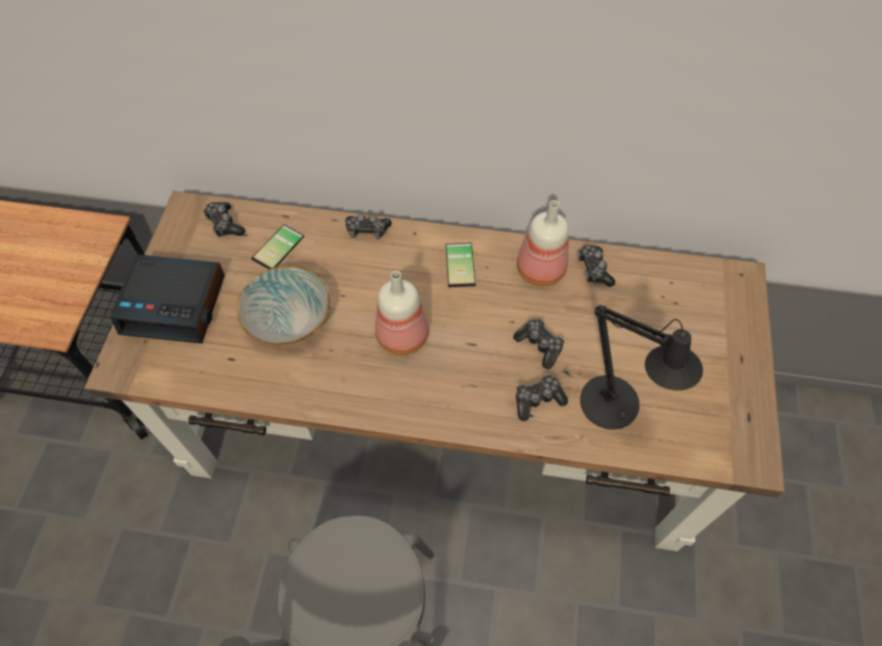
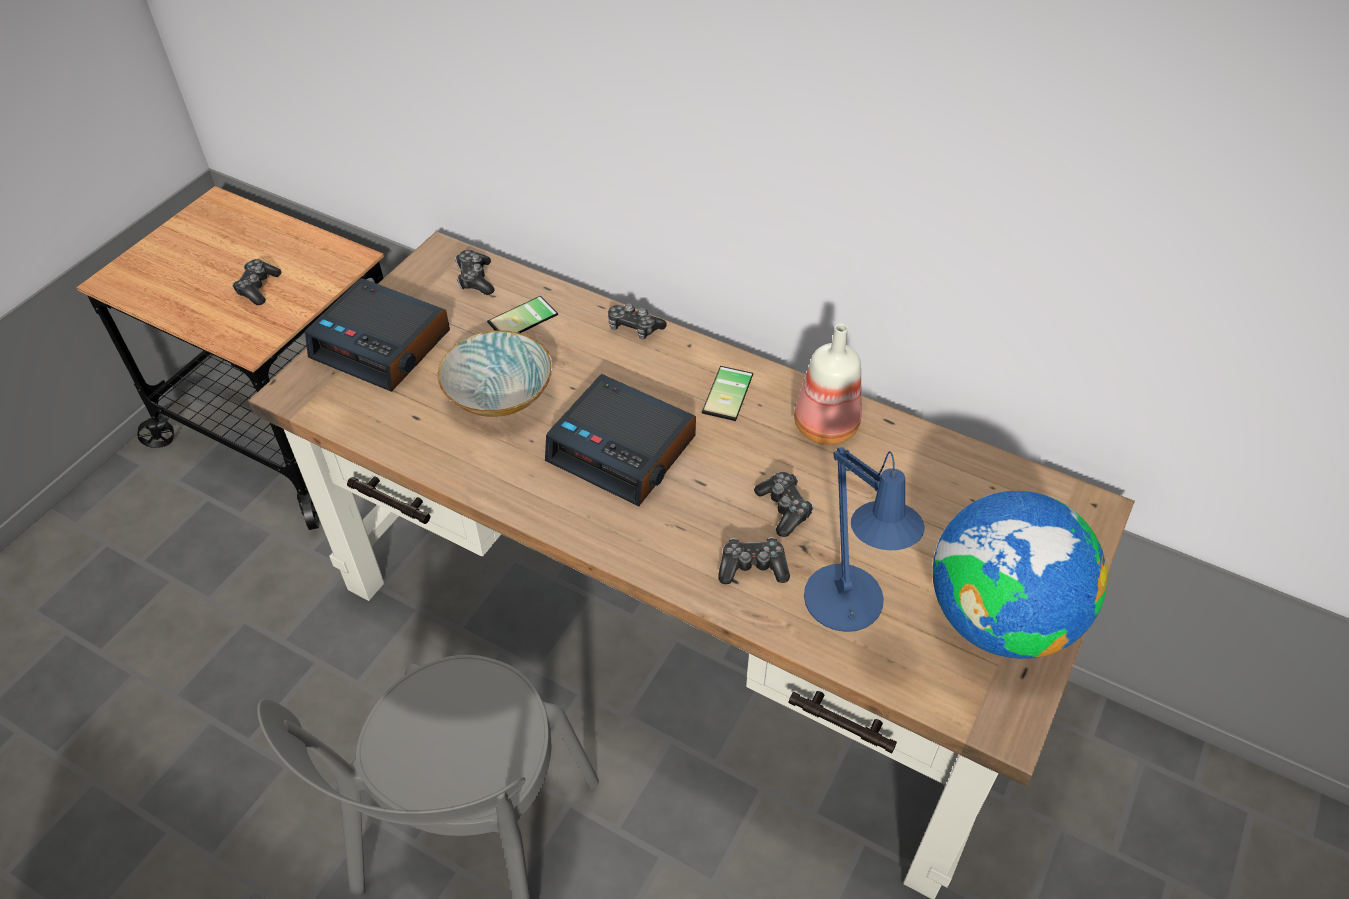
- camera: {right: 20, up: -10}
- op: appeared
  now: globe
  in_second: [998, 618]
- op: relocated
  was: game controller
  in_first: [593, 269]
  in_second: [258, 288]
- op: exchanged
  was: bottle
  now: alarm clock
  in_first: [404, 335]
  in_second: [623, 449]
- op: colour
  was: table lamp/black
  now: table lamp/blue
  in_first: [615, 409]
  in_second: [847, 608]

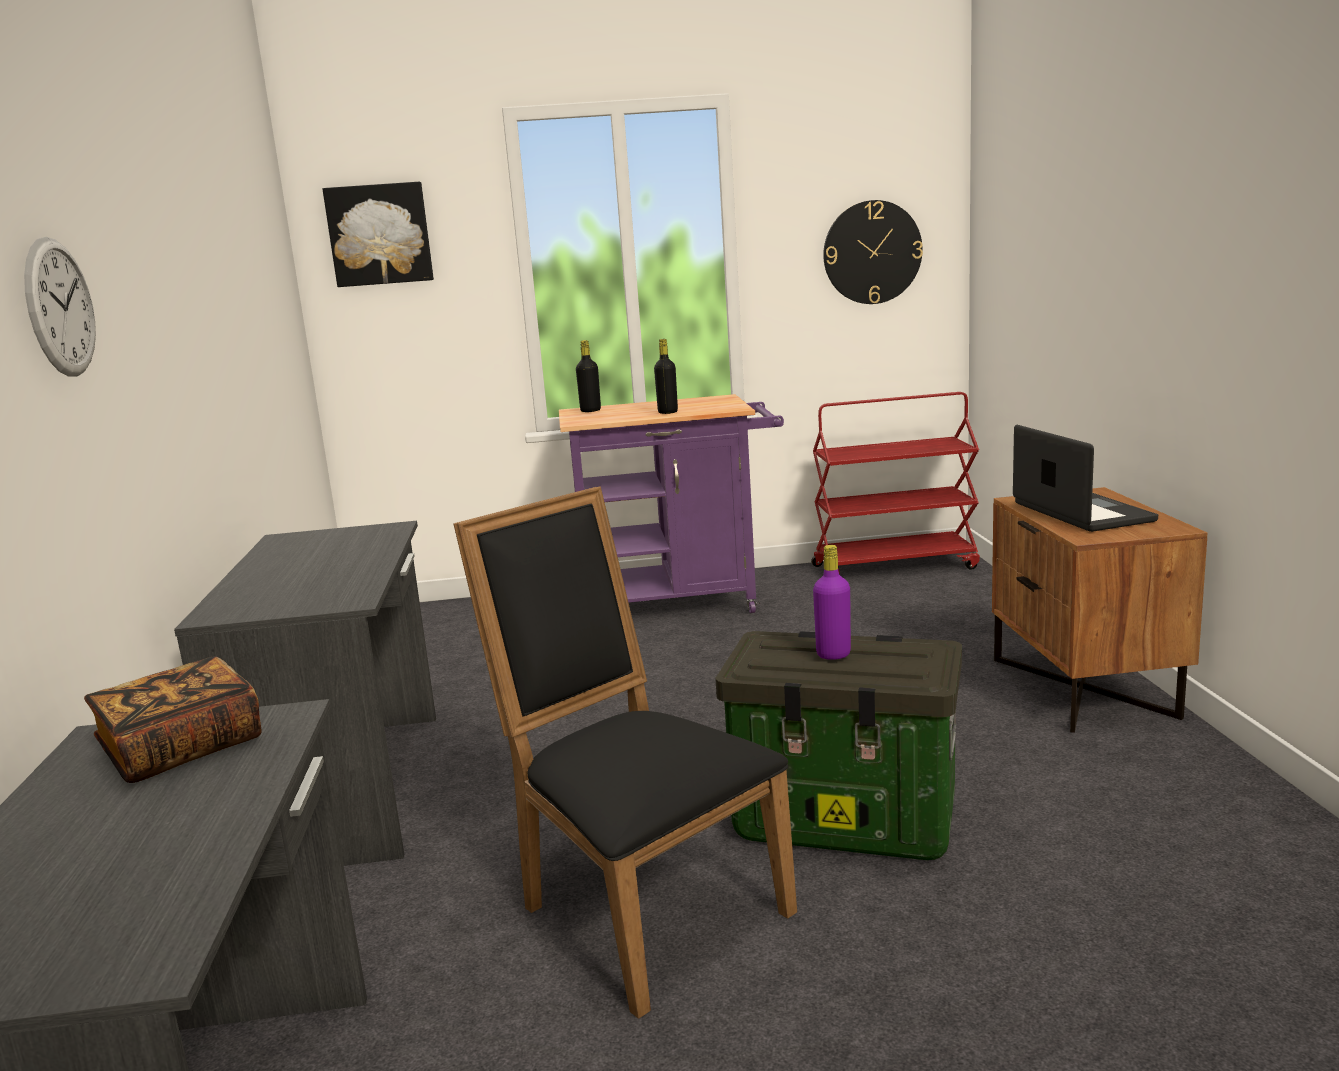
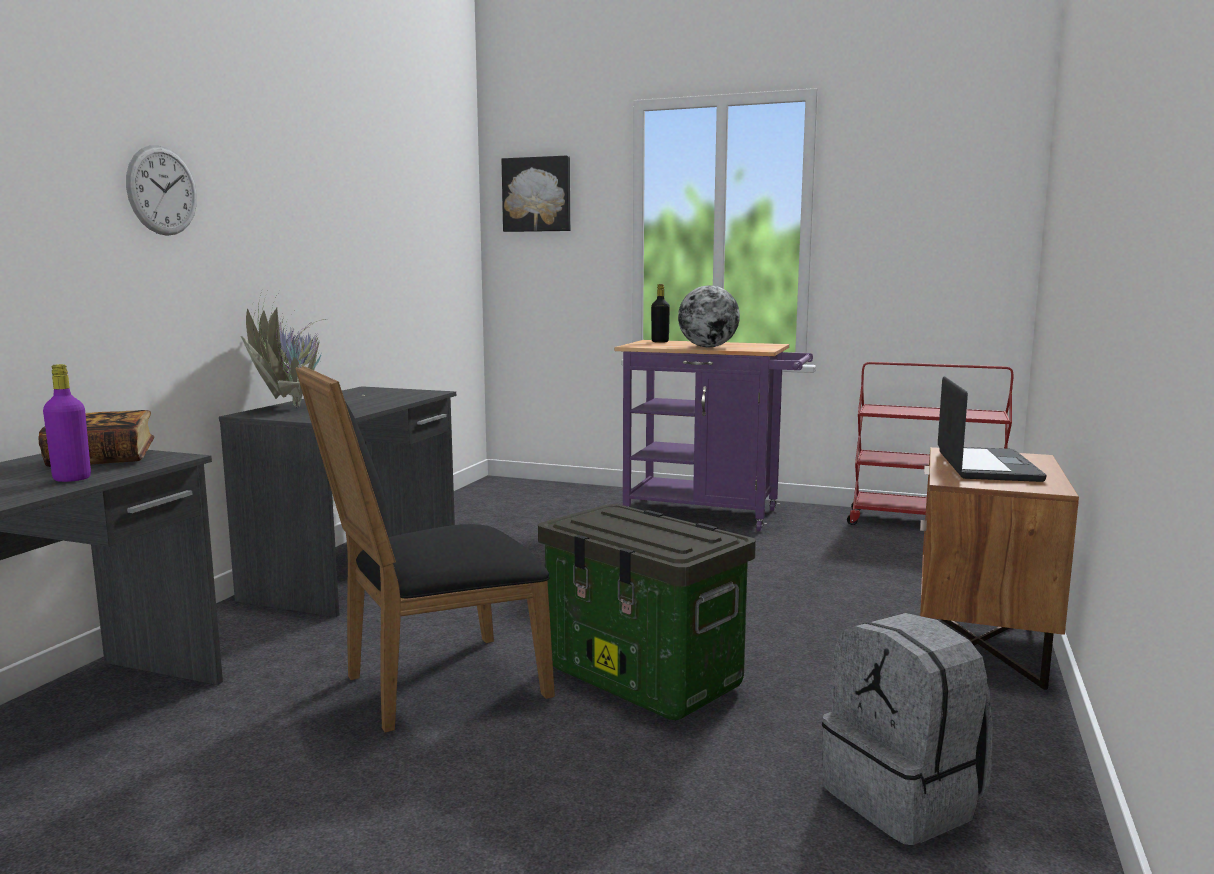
- camera: {right: 25, up: -5}
- op: missing
  was: wall clock
  in_first: [872, 252]
- op: appeared
  now: potted plant
  in_second: [290, 407]
- op: appeared
  now: backpack/grey
  in_second: [904, 799]
- op: relocated
  was: bottle/purple
  in_first: [833, 654]
  in_second: [72, 479]
- op: exchanged
  was: bottle/black
  now: globe
  in_first: [668, 412]
  in_second: [708, 347]
- op: spun
  was: chair/black
  in_first: [641, 908]
  in_second: [434, 686]
  clockwise: -105

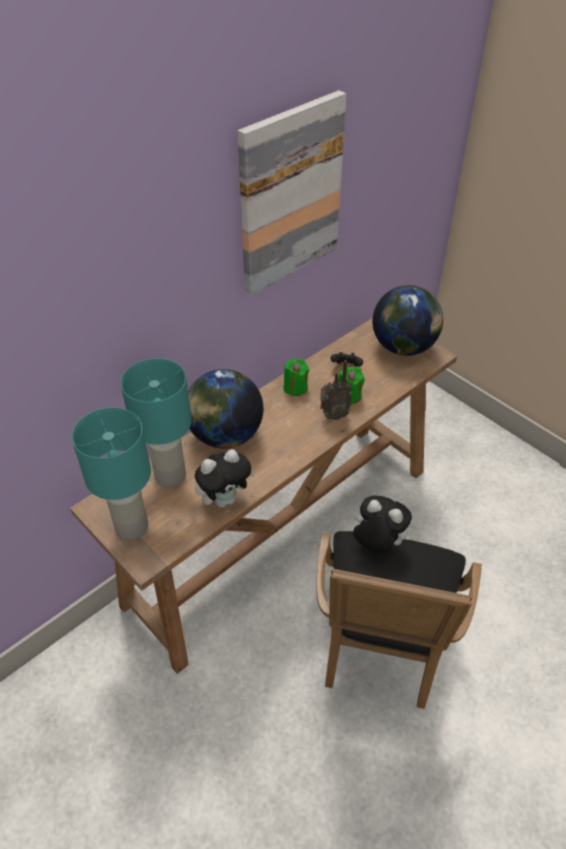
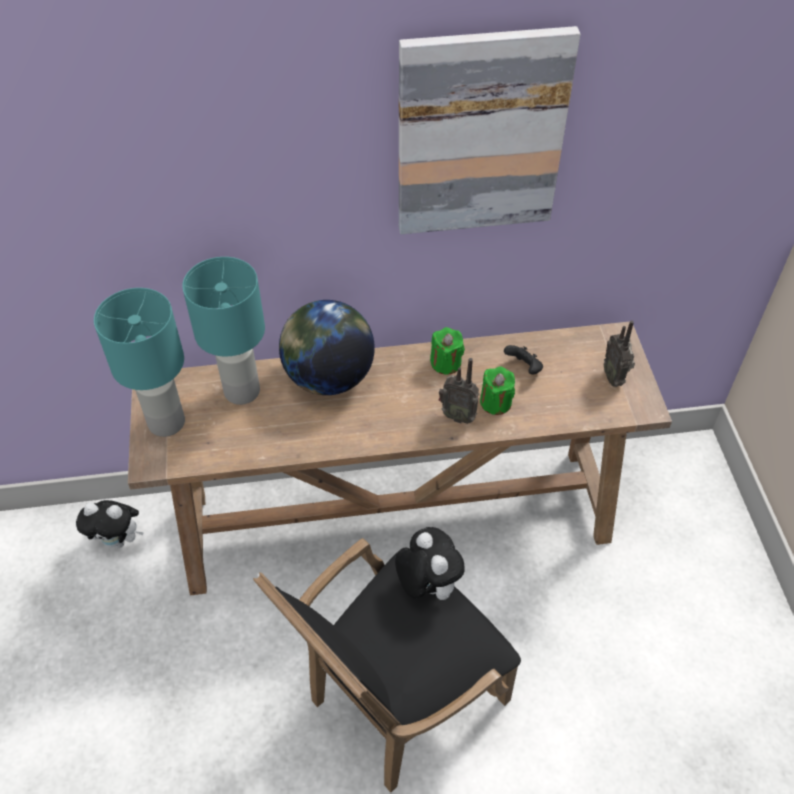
- camera: {right: 35, up: 5}
- op: relocated
  was: plush toy
  in_first: [225, 499]
  in_second: [119, 540]
- op: exchanged
  was: globe
  now: radio
  in_first: [404, 347]
  in_second: [614, 377]

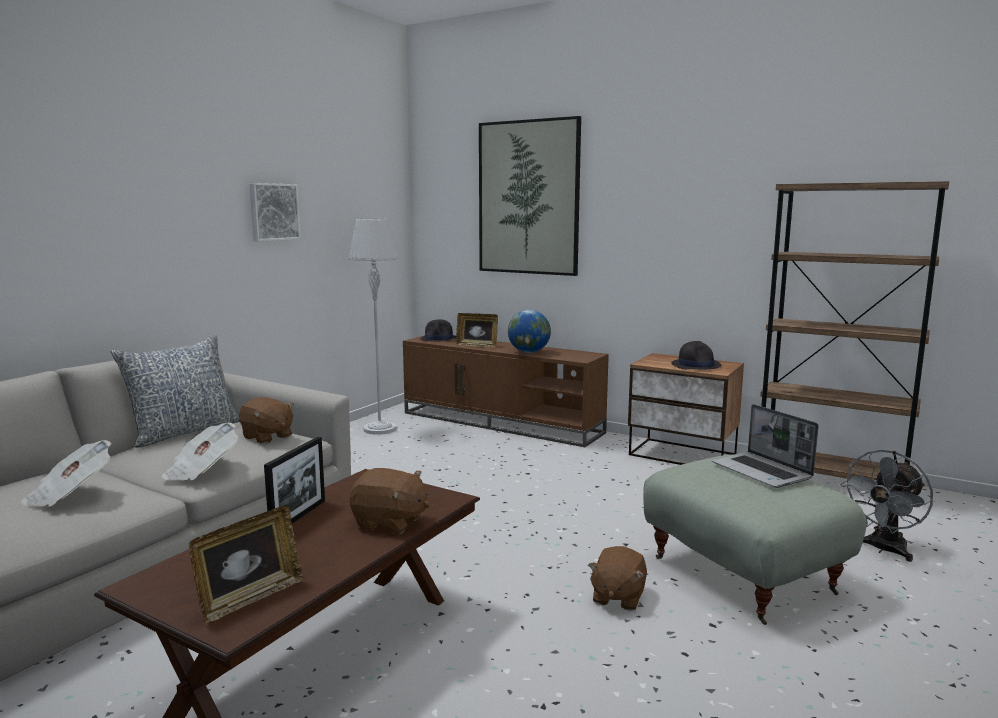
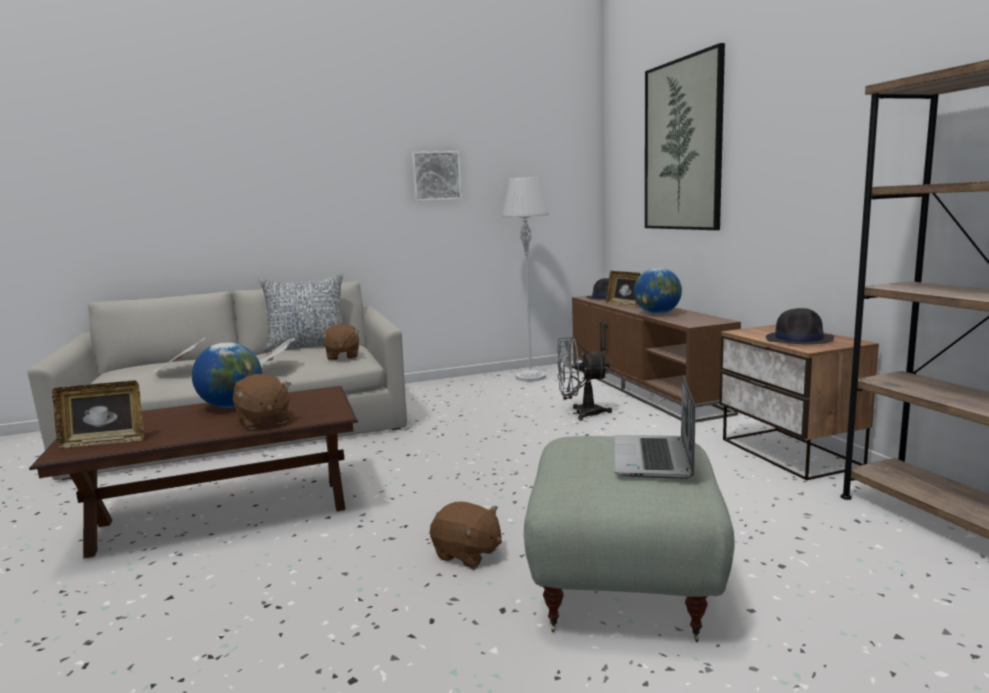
- camera: {right: 40, up: 0}
- op: relocated
  was: fan/grey
  in_first: [883, 549]
  in_second: [580, 413]
- op: exchanged
  was: picture frame
  now: globe
  in_first: [298, 517]
  in_second: [231, 406]
- op: spun
  was: plush toy/brown
  in_first: [617, 597]
  in_second: [467, 554]
  clockwise: -120

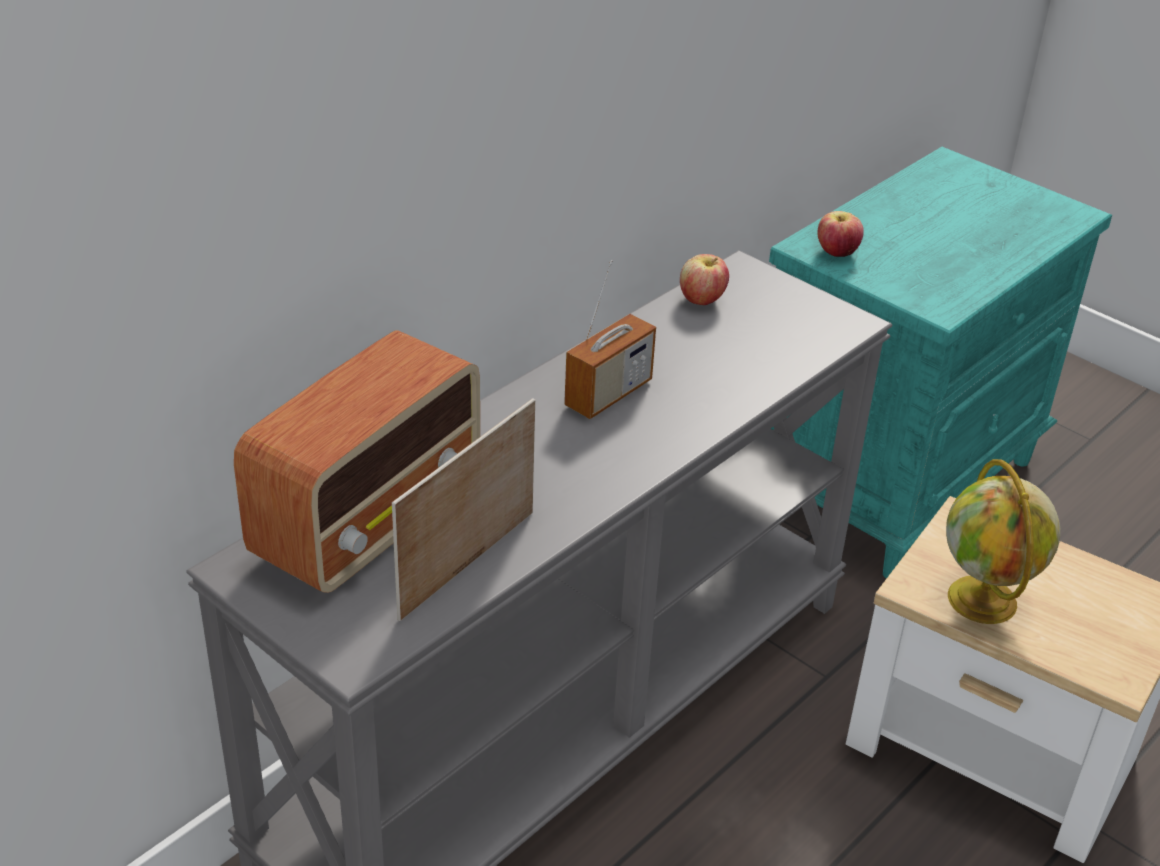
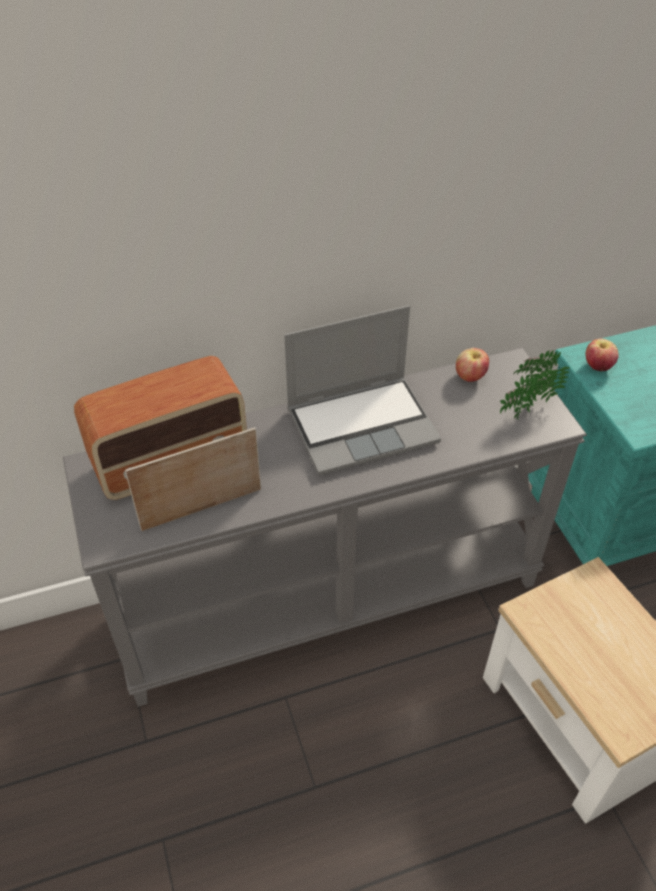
- camera: {right: 30, up: 10}
- op: missing
  was: globe
  in_first: [983, 601]
- op: appeared
  now: potted plant
  in_second: [525, 409]
- op: exchanged
  was: radio
  now: laptop
  in_first: [608, 394]
  in_second: [363, 425]

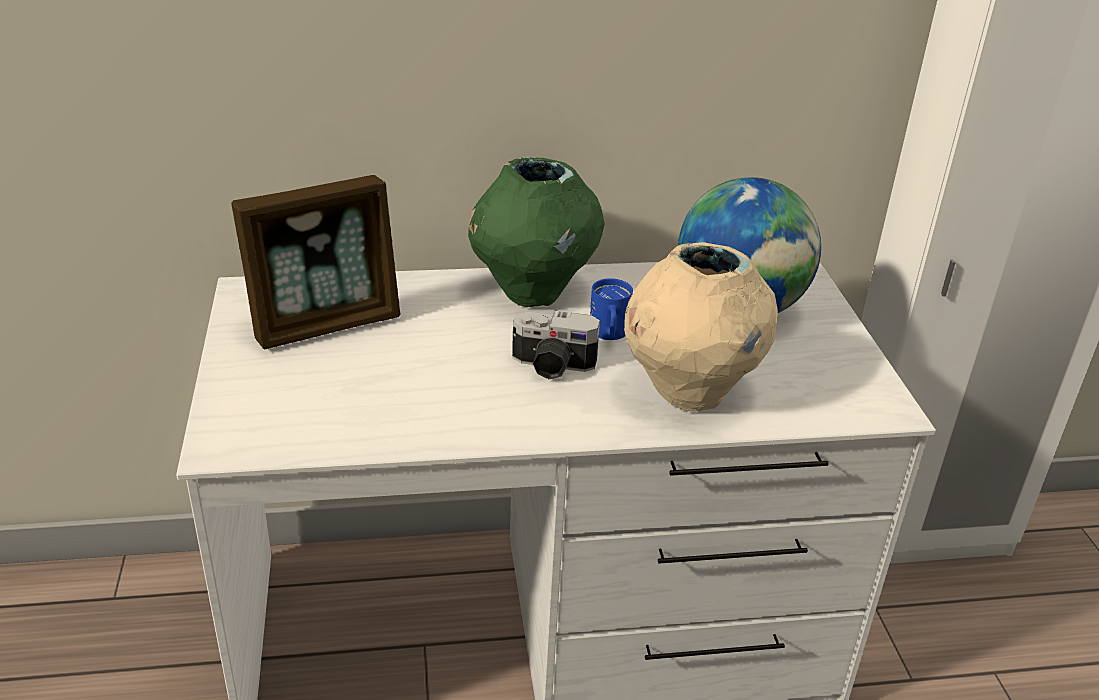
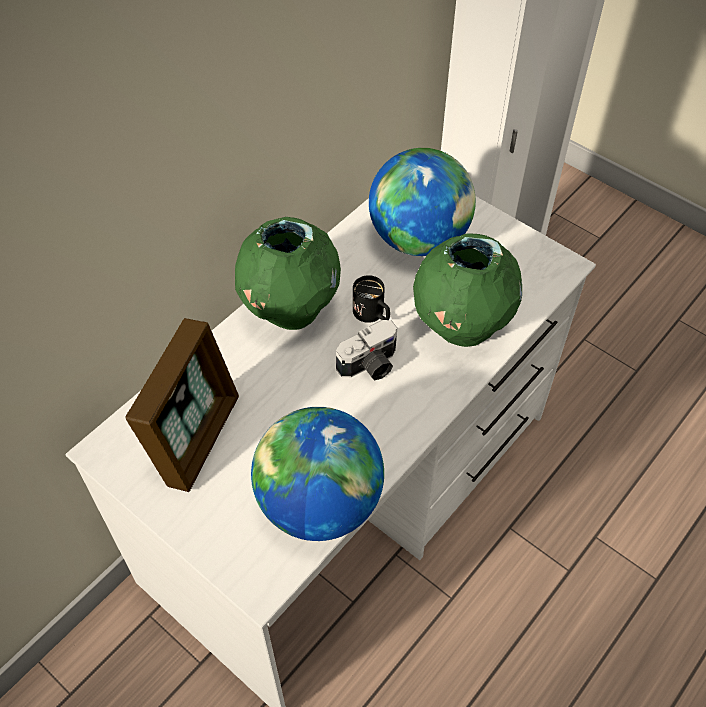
- camera: {right: -40, up: 20}
- op: appeared
  now: globe
  in_second: [319, 503]
- op: colour
  was: mug/blue
  now: mug/black
  in_first: [609, 334]
  in_second: [373, 315]
- op: colour
  was: vase/beige
  now: vase/green
  in_first: [689, 391]
  in_second: [461, 328]

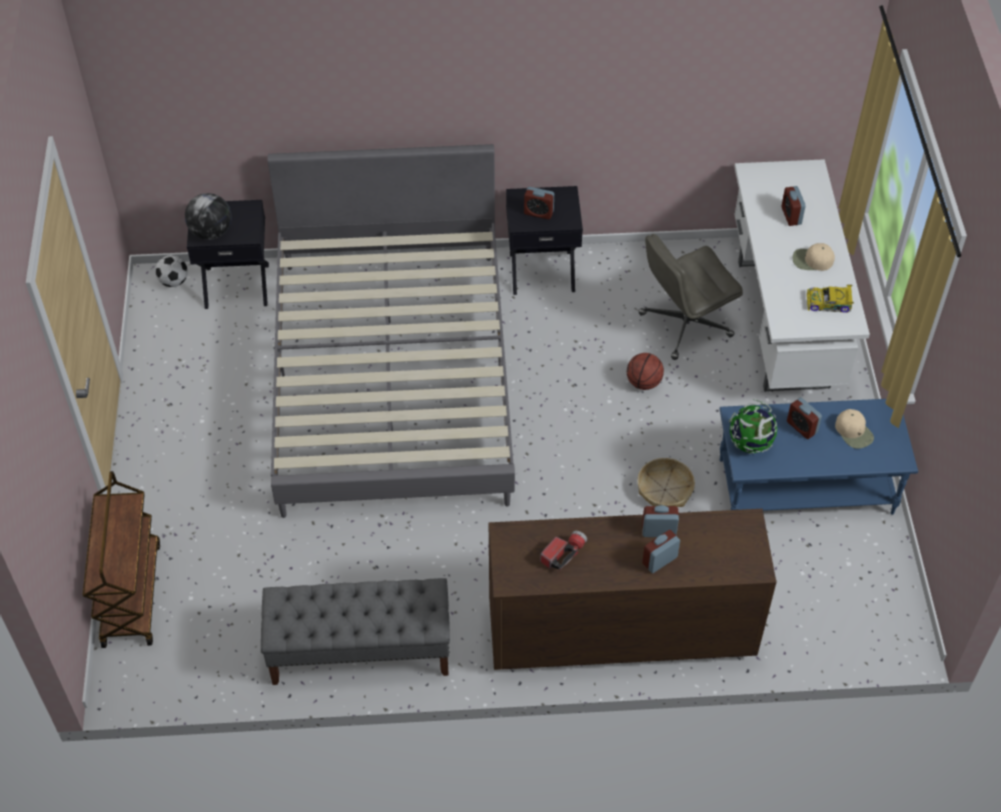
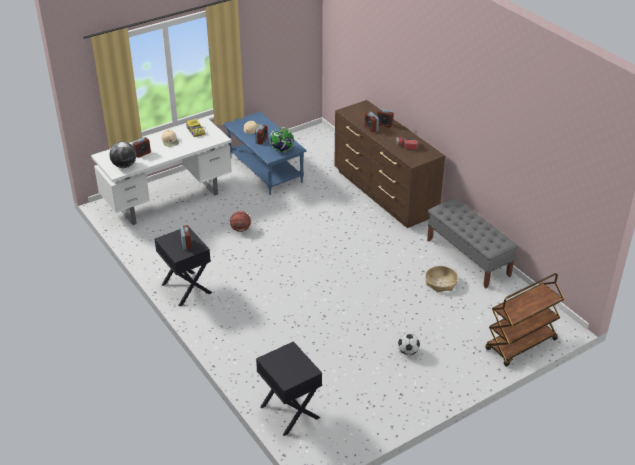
- camera: {right: -120, up: -15}
- op: missing
  was: bed/grey
  in_first: [393, 377]
- op: missing
  was: office chair/grey
  in_first: [684, 325]
- op: relocated
  was: football
  in_first: [174, 281]
  in_second: [408, 352]
- op: relocated
  was: globe
  in_first: [211, 232]
  in_second: [124, 165]
- op: relocated
  was: basket
  in_first: [665, 490]
  in_second: [441, 283]

